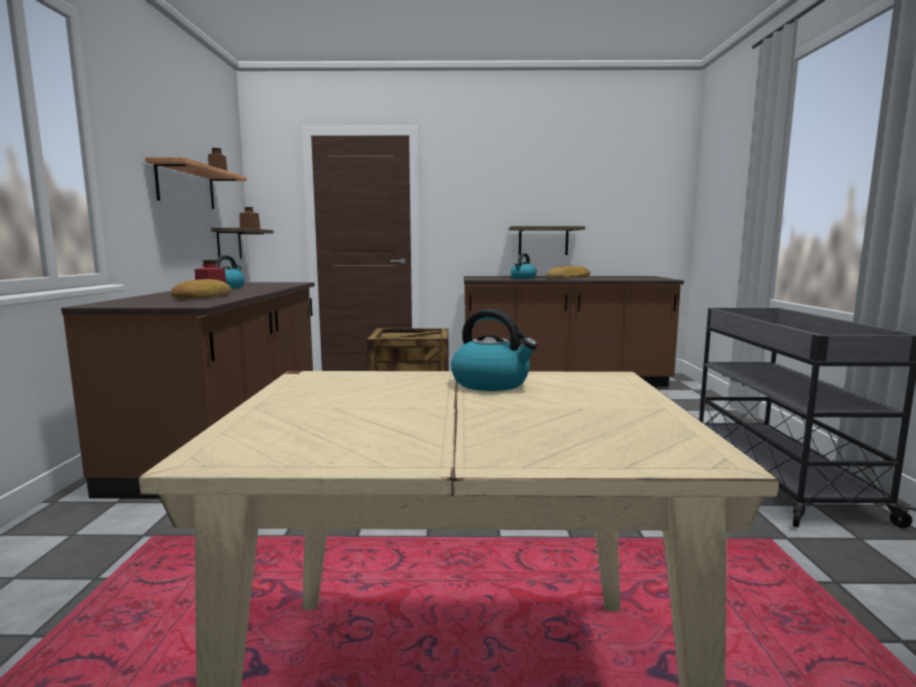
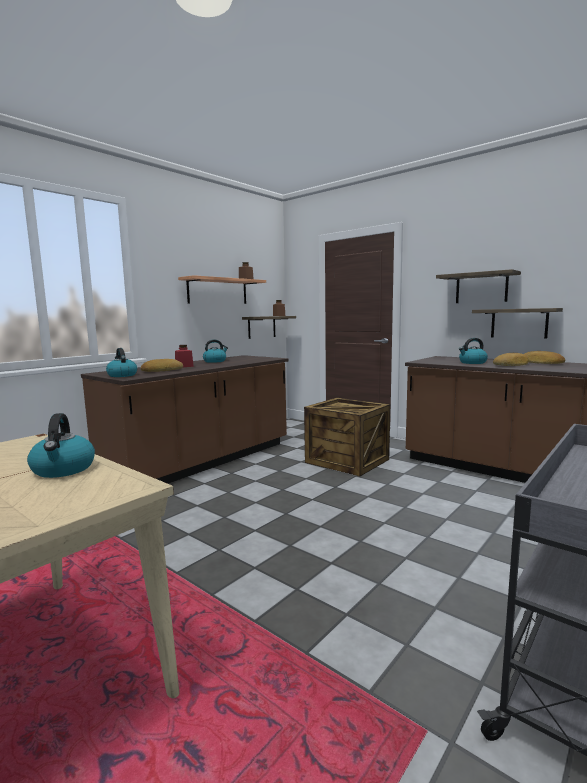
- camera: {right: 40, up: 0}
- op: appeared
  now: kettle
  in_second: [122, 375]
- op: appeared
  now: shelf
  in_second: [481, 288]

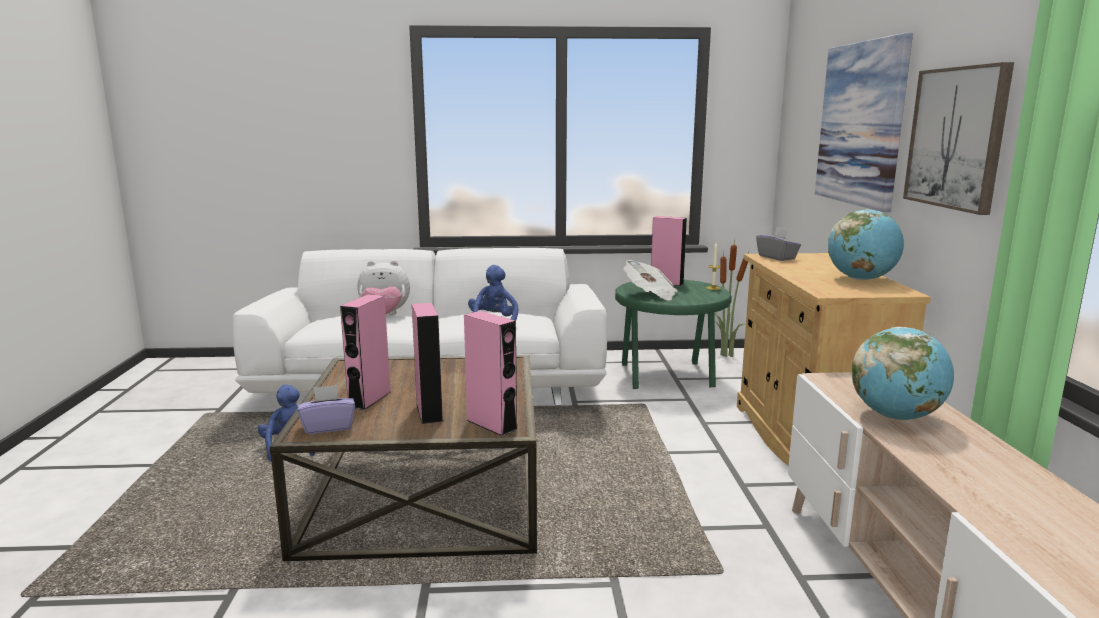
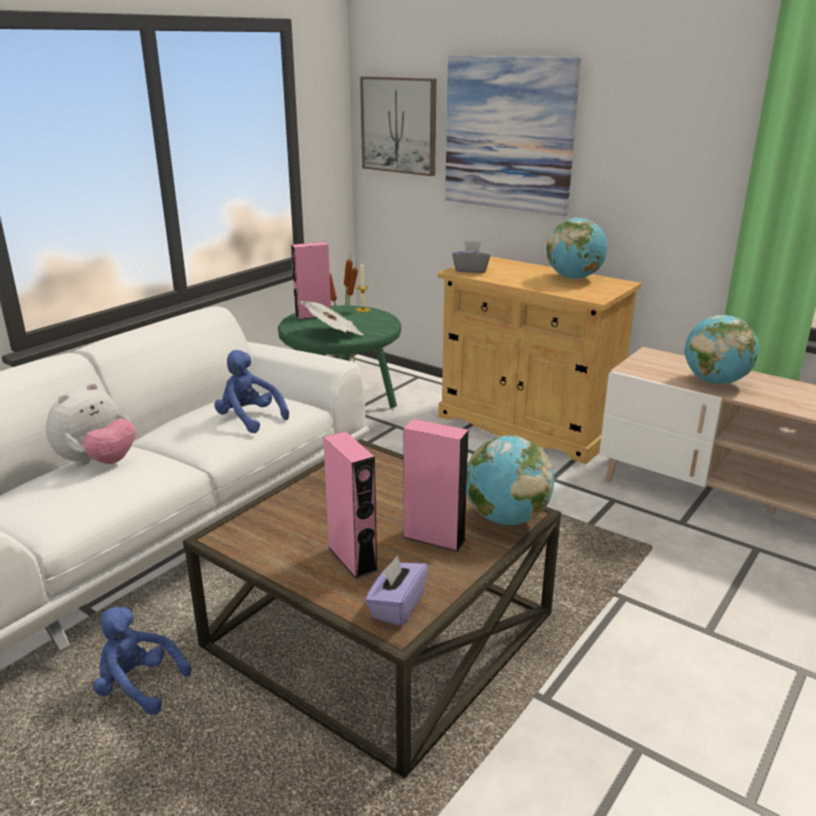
- camera: {right: -50, up: 10}
- op: relocated
  was: picture
  in_first: [957, 138]
  in_second: [399, 125]
- op: exchanged
  was: speaker/pink
  now: globe
  in_first: [491, 424]
  in_second: [506, 518]

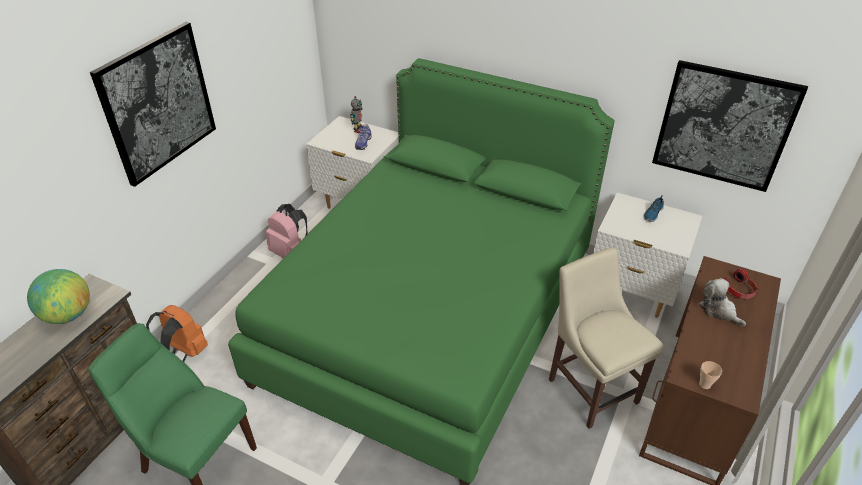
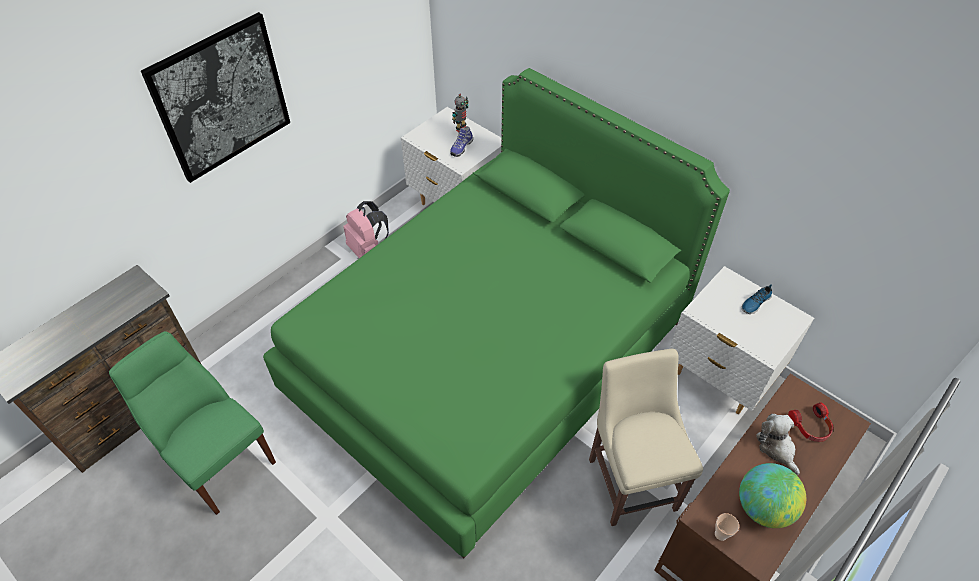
- camera: {right: 15, up: 10}
- op: missing
  was: backpack/orange
  in_first: [184, 352]
- op: missing
  was: picture
  in_first: [724, 126]
- op: relocated
  was: globe
  in_first: [68, 315]
  in_second: [763, 507]

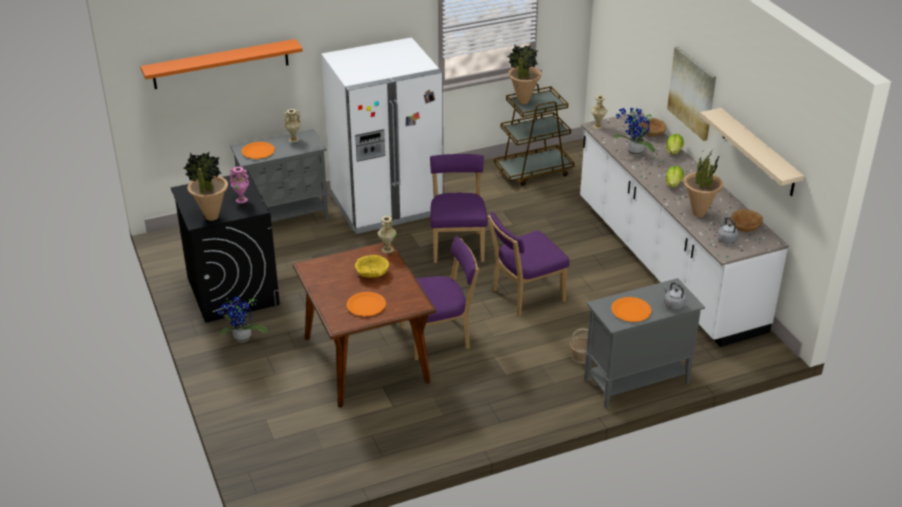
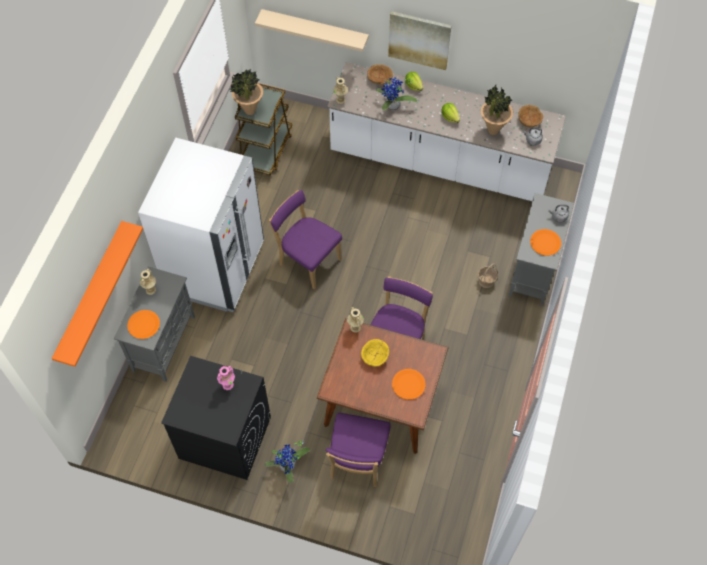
- camera: {right: -50, up: 25}
- op: missing
  was: potted plant
  in_first: [211, 217]
- op: relocated
  was: chair/purple
  in_first: [525, 296]
  in_second: [357, 462]
- op: relocated
  was: shelf/beige
  in_first: [758, 152]
  in_second: [315, 29]

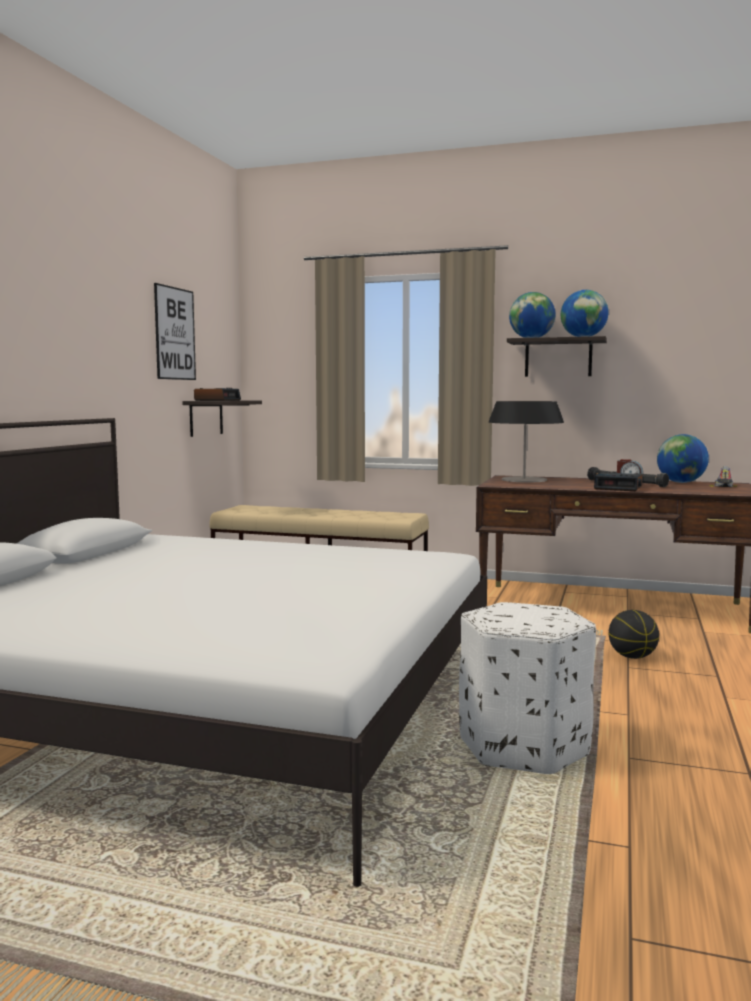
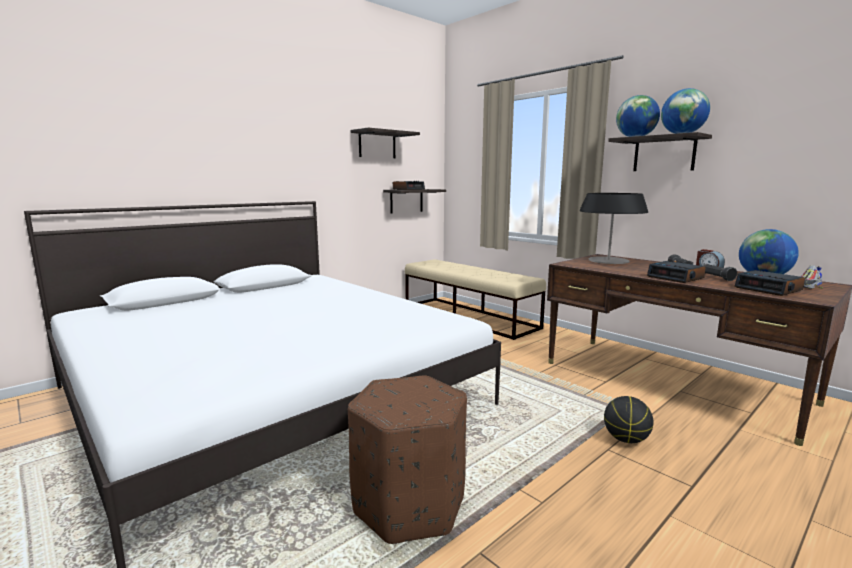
- camera: {right: 30, up: 5}
- op: appeared
  now: alarm clock
  in_second: [769, 289]
- op: exchanged
  was: picture
  now: shelf
  in_first: [175, 333]
  in_second: [377, 145]
- op: colour
  was: ottoman/white
  now: ottoman/brown
  in_first: [523, 746]
  in_second: [410, 504]

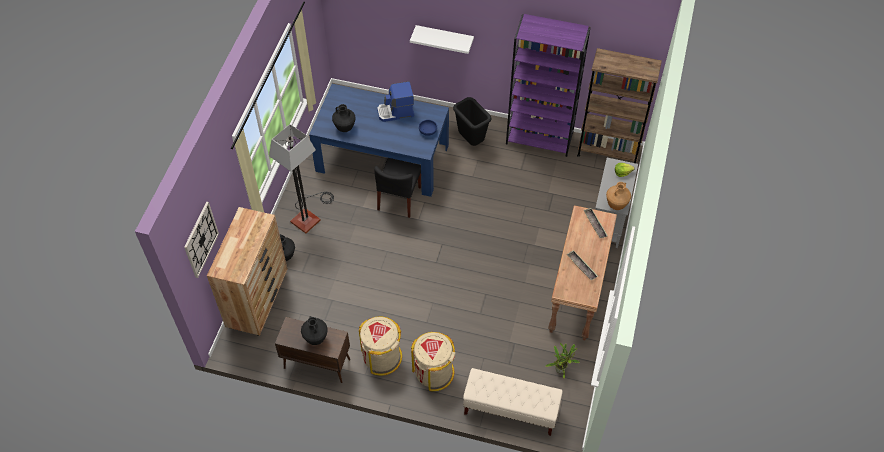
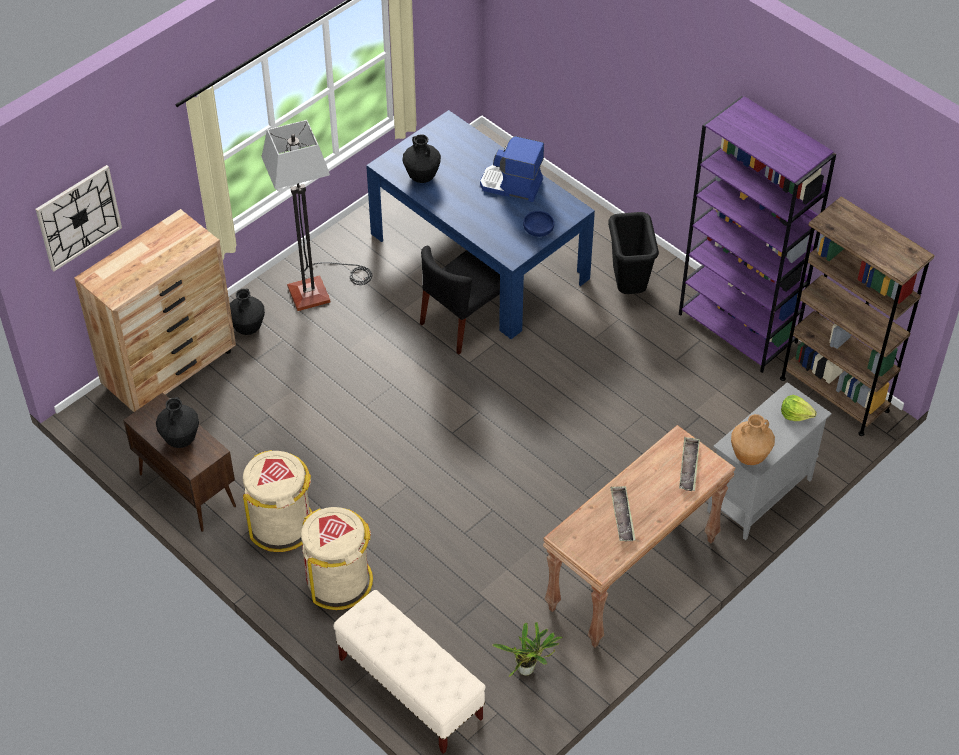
- camera: {right: 30, up: -5}
- op: missing
  was: shelf/white
  in_first: [444, 37]

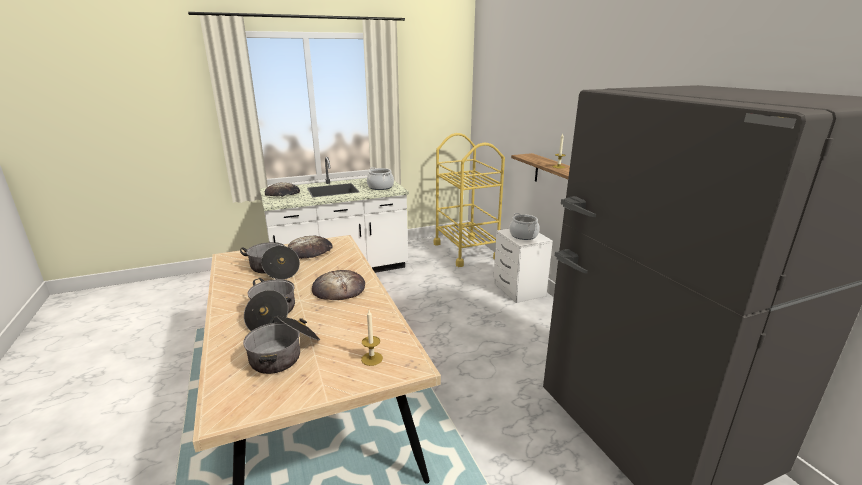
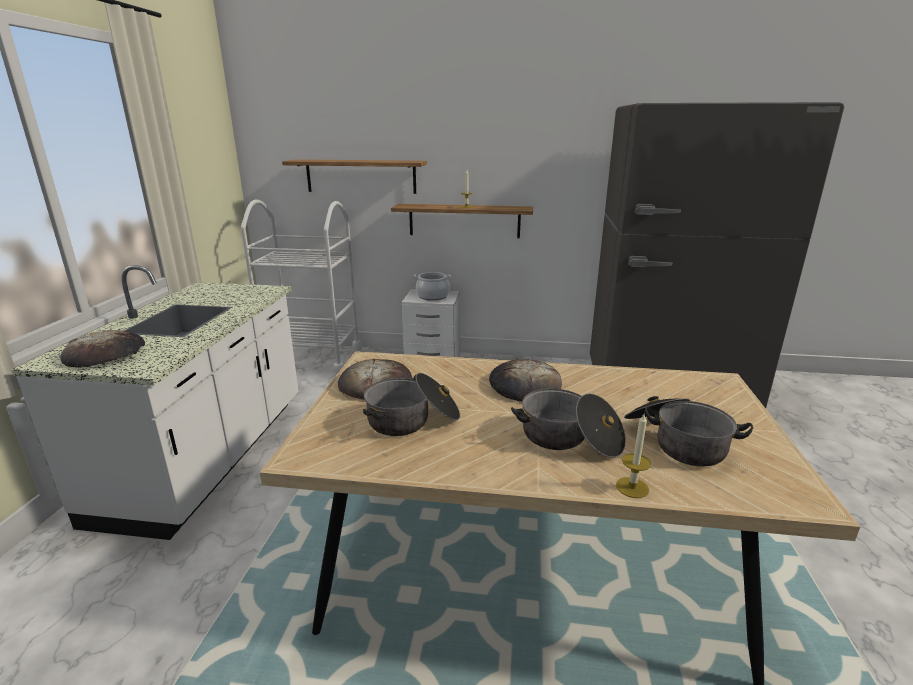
- camera: {right: -60, up: 0}
- op: missing
  was: cooking pot
  in_first: [380, 187]
- op: appeared
  now: shelf
  in_second: [361, 176]
- op: relocated
  was: candle
  in_first: [372, 359]
  in_second: [632, 487]
- op: colour
  was: cart/yellow
  now: cart/white
  in_first: [466, 251]
  in_second: [313, 357]

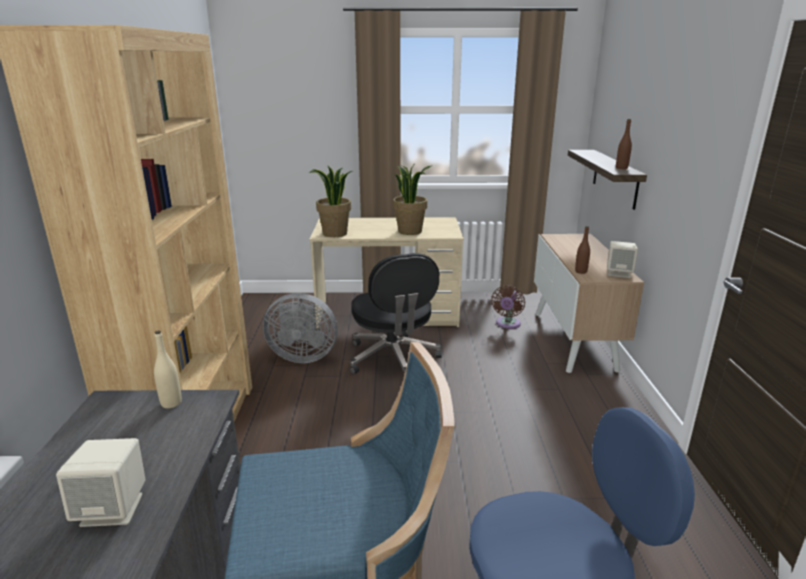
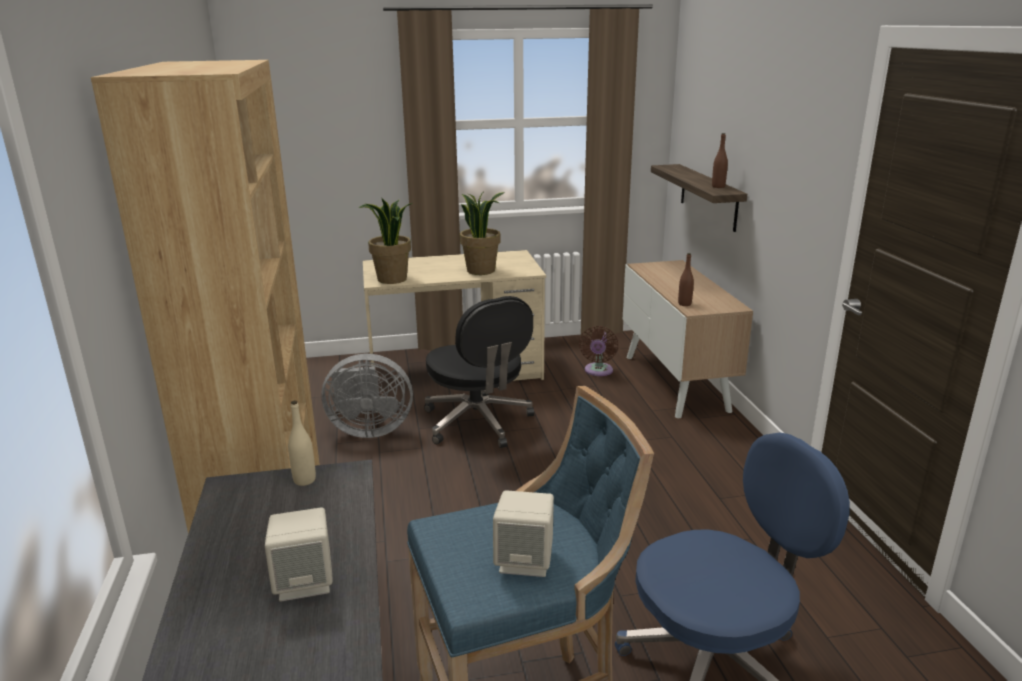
- camera: {right: -10, up: 0}
- op: relocated
  was: speaker/beige
  in_first: [619, 273]
  in_second: [525, 561]

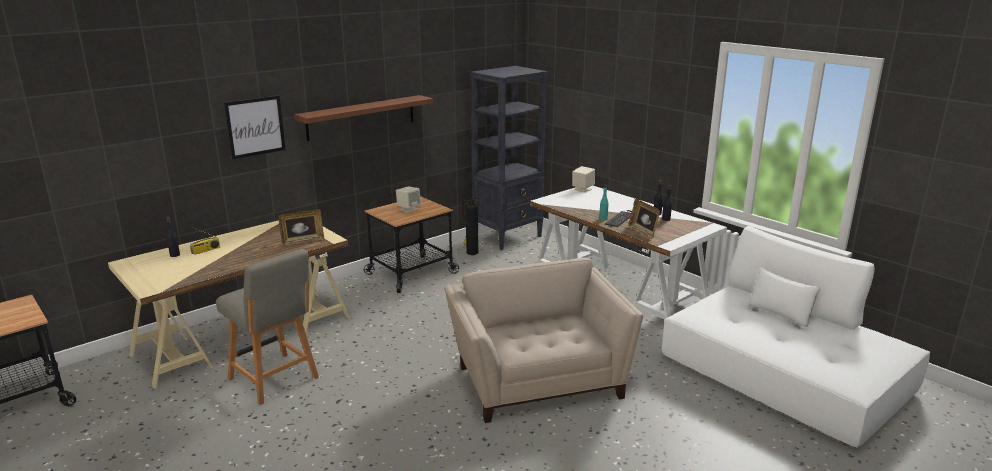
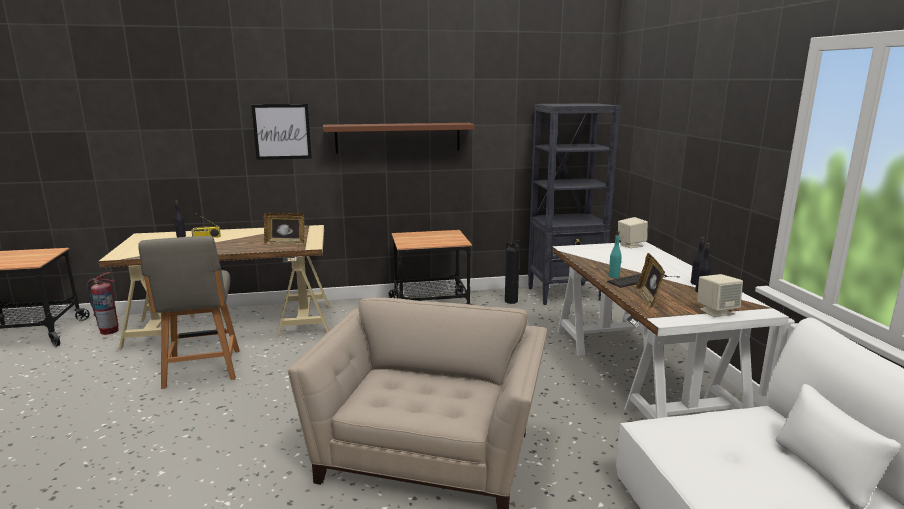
- camera: {right: 30, up: -5}
- op: appeared
  now: fire extinguisher
  in_second: [109, 331]
- op: relocated
  was: speaker/beige
  in_first: [408, 209]
  in_second: [716, 311]

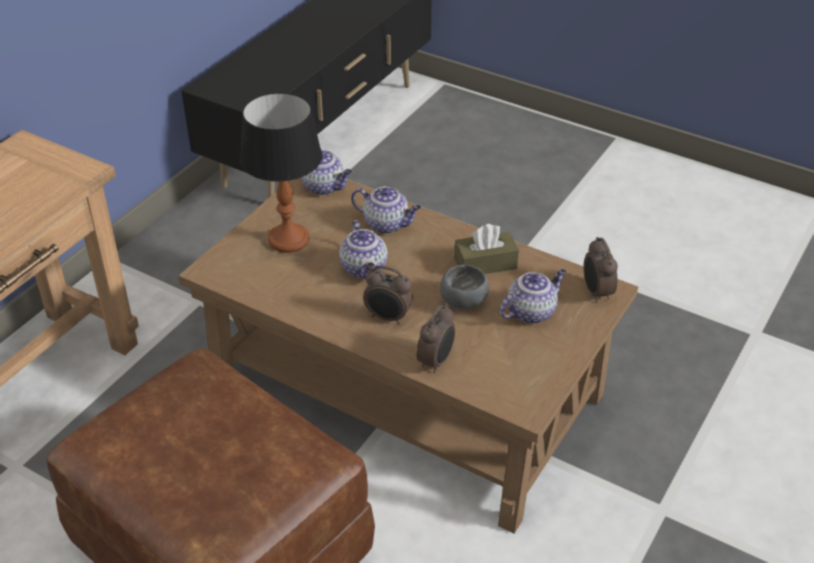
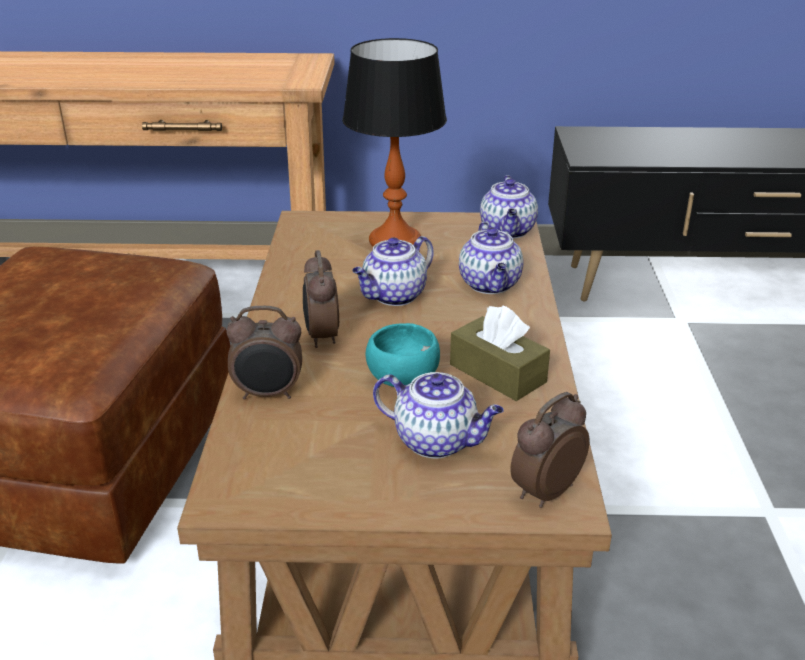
- camera: {right: 60, up: -10}
- op: colour
  was: bowl/grey
  now: bowl/turquoise
  in_first: [465, 302]
  in_second: [403, 381]

